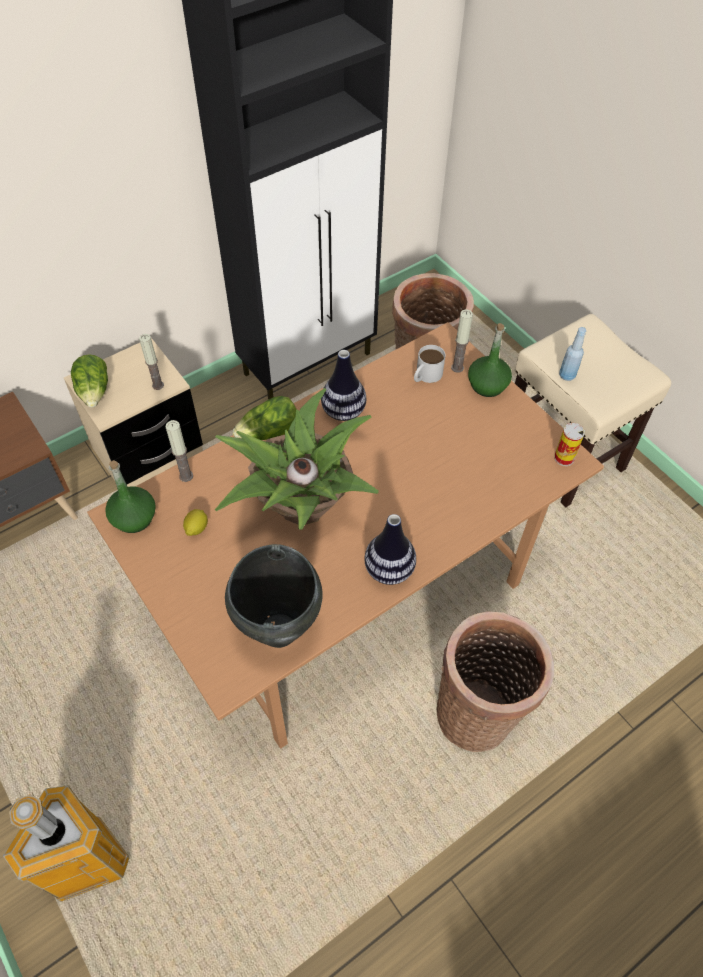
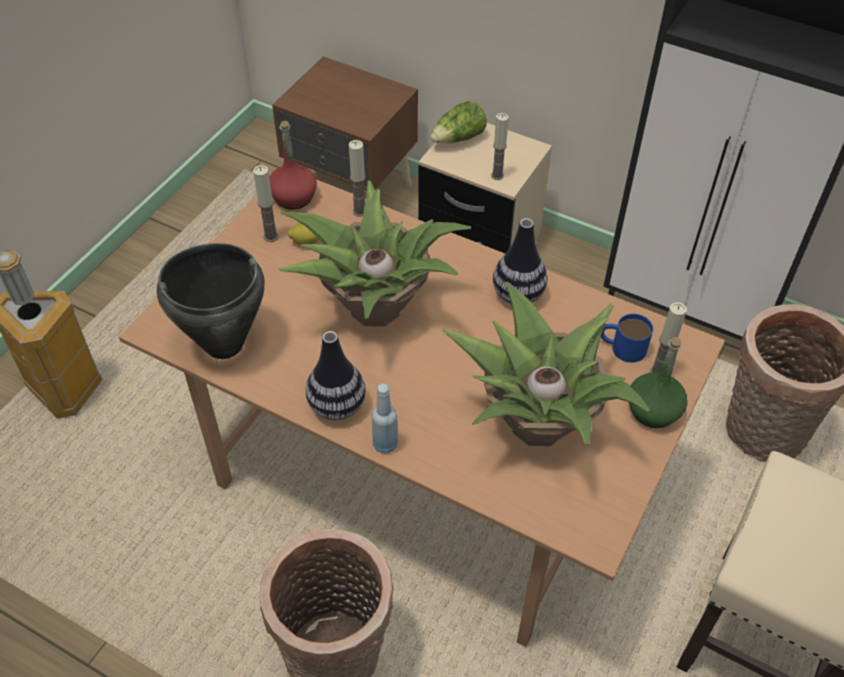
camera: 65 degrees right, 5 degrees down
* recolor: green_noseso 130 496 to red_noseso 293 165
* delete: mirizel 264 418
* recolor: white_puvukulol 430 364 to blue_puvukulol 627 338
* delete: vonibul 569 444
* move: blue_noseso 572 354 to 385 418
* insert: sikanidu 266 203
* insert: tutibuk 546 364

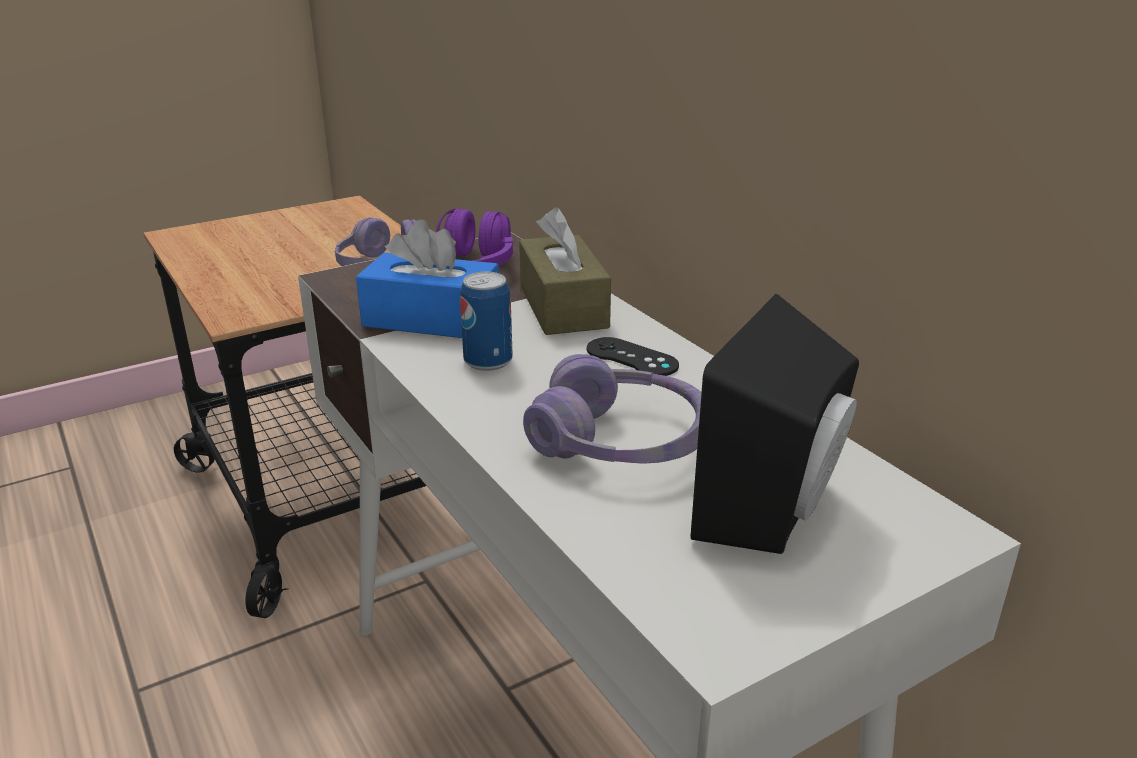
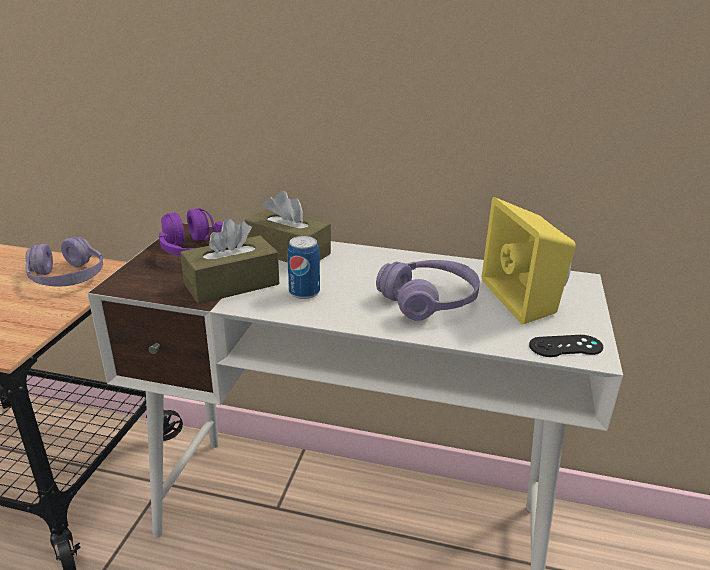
camera: 45 degrees left, 0 degrees up
* recolor: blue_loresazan 427 278 to brown_loresazan 229 261
* move: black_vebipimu 633 356 to 566 346
* recolor: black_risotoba 775 423 to yellow_risotoba 529 260

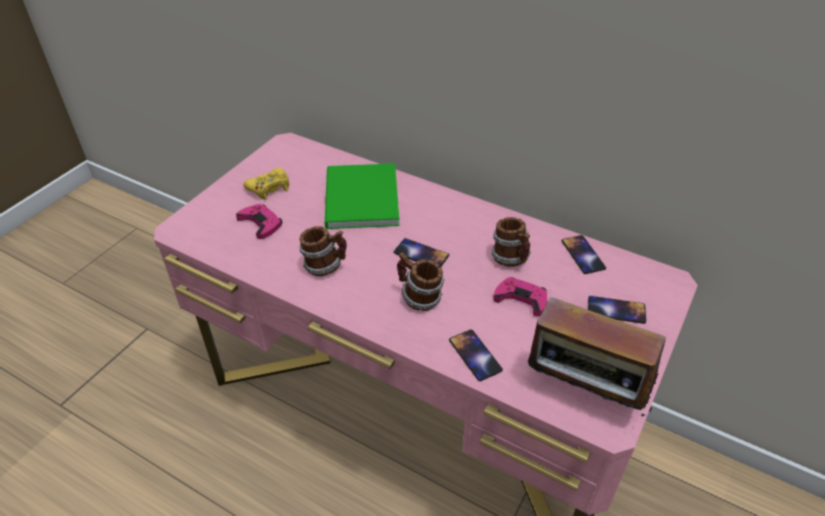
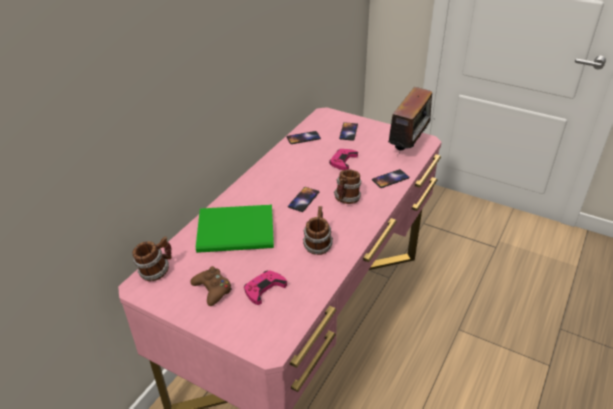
camera: 90 degrees left, 5 degrees down
* recolor: yellow_vebipimu 266 184 to brown_vebipimu 211 286
* move: puvukulol 511 242 to 152 259

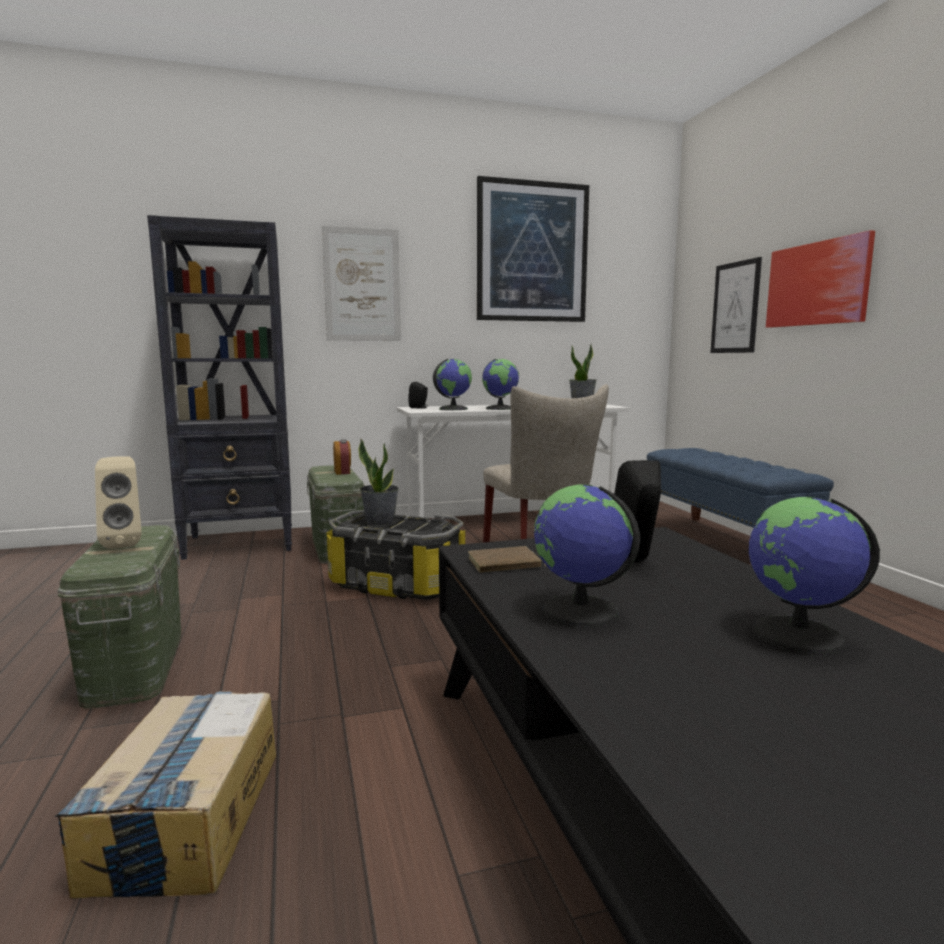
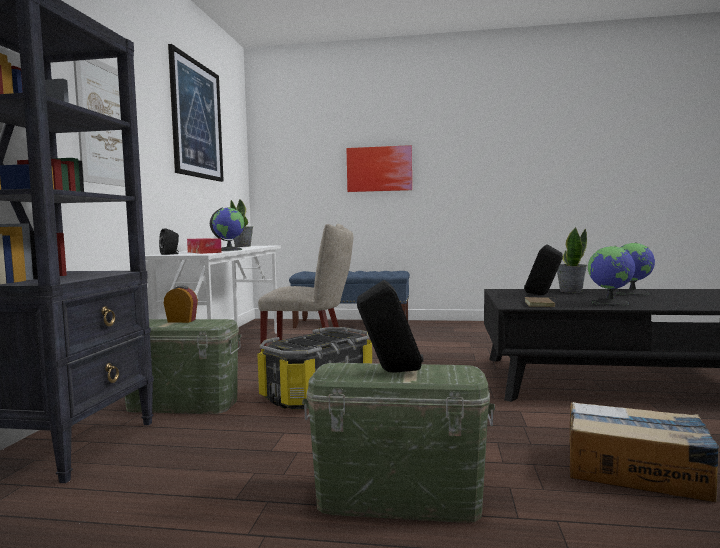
camera: 65 degrees left, 5 degrees down
* recolor: beige_risotoba 118 502 to black_risotoba 390 326
* move: tutibuk 378 482 to 572 260
* replace: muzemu 452 384 to loresazan 204 246
* delete: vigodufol 736 305

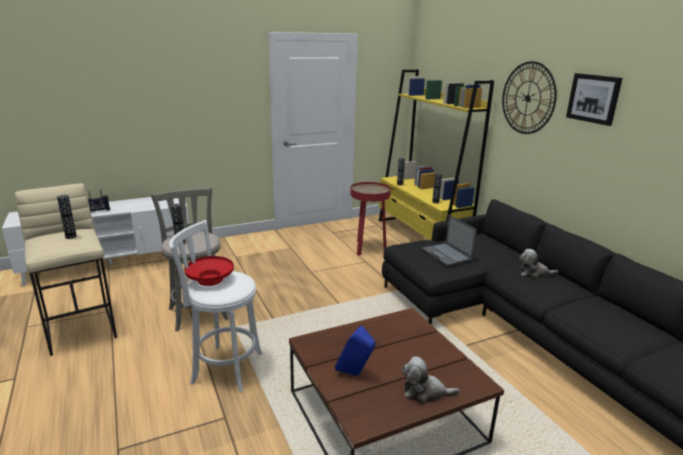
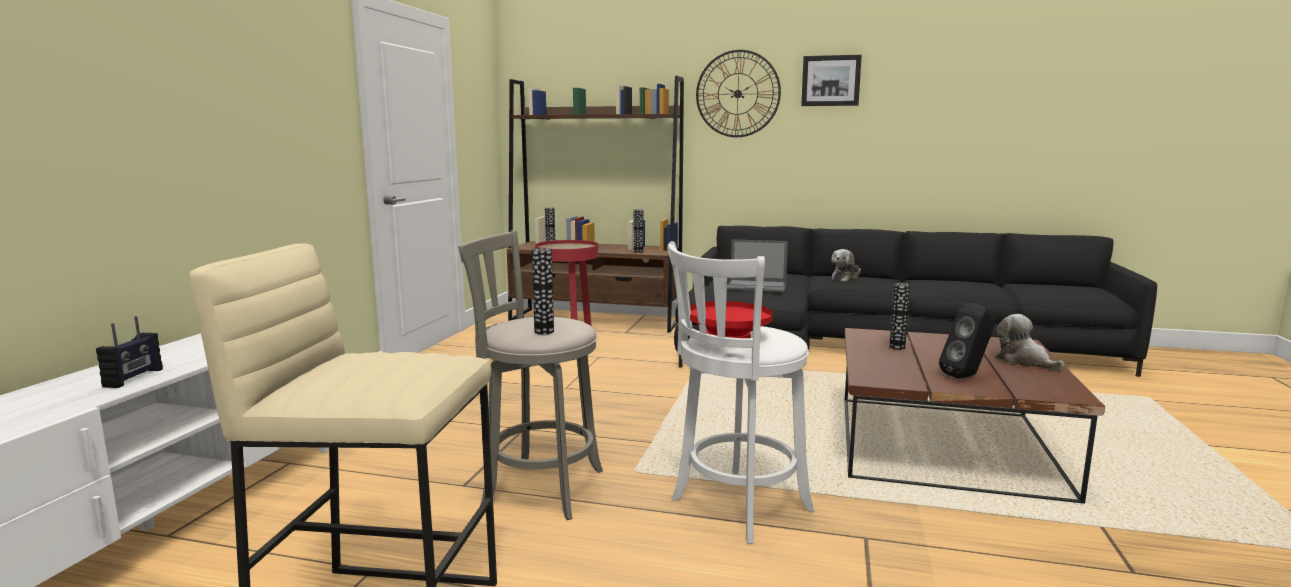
camera: 50 degrees left, 10 degrees down
* move: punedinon 67 217 to 899 316
* recolor: blue_risotoba 355 351 to black_risotoba 967 340
* recolor: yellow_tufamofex 436 155 to brown_tufamofex 595 204
* rotate: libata 431 380 = 1030 342 105 degrees clockwise

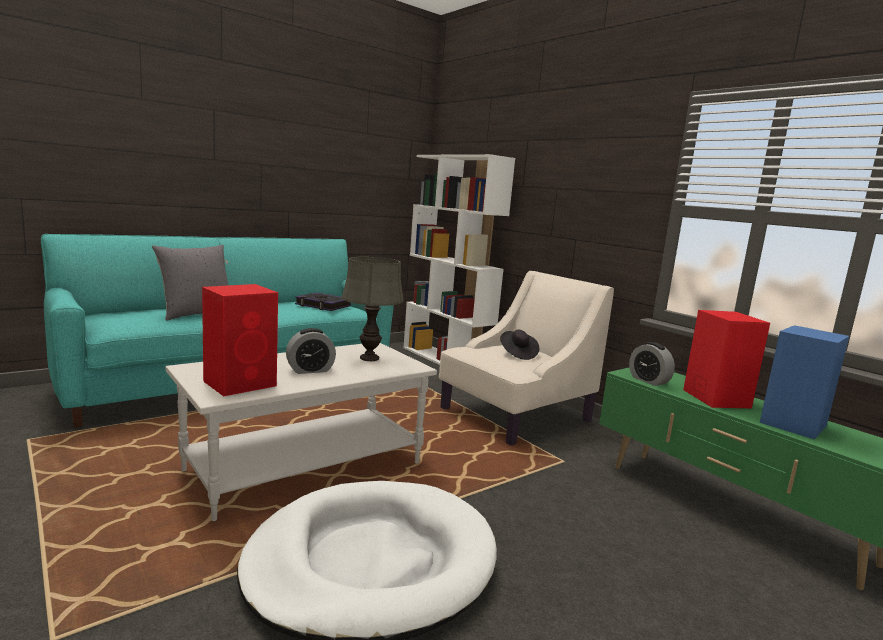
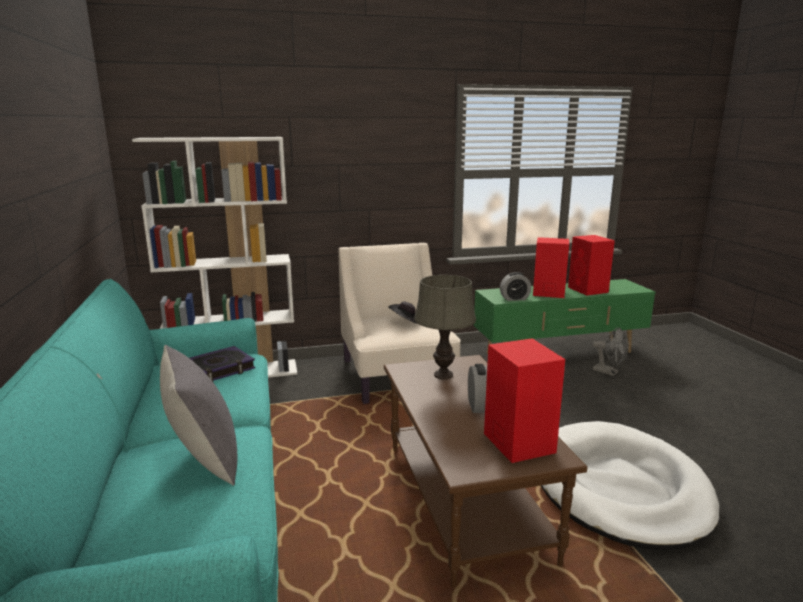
camera: 65 degrees left, 5 degrees up
* recolor: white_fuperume 301 432 to brown_fuperume 485 471
* recolor: blue_risotoba 804 382 to red_risotoba 591 265
* insert: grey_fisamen 610 352

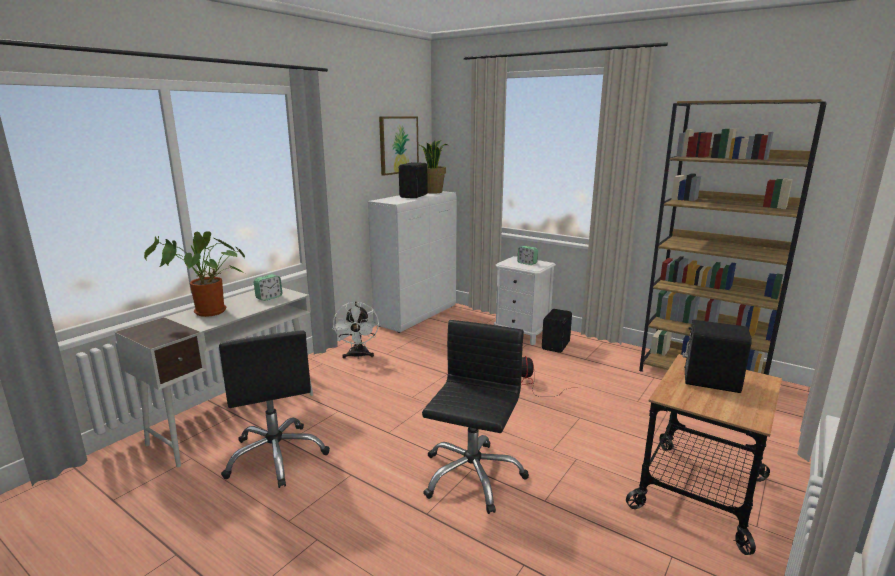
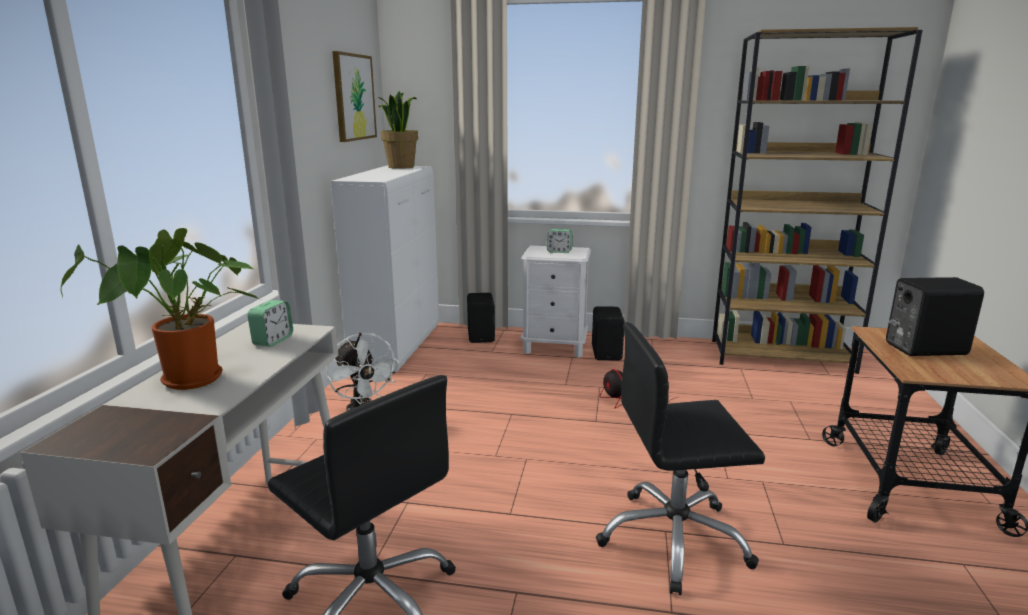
camera: 25 degrees left, 0 degrees up
* move: black_risotoba 413 180 to 481 318
* rotate: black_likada 475 417 = 680 458 90 degrees counterclockwise

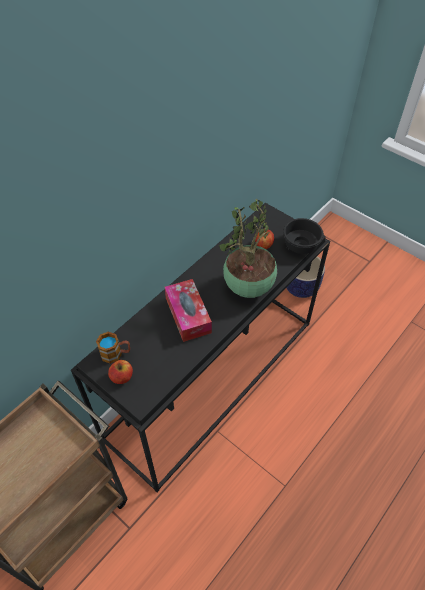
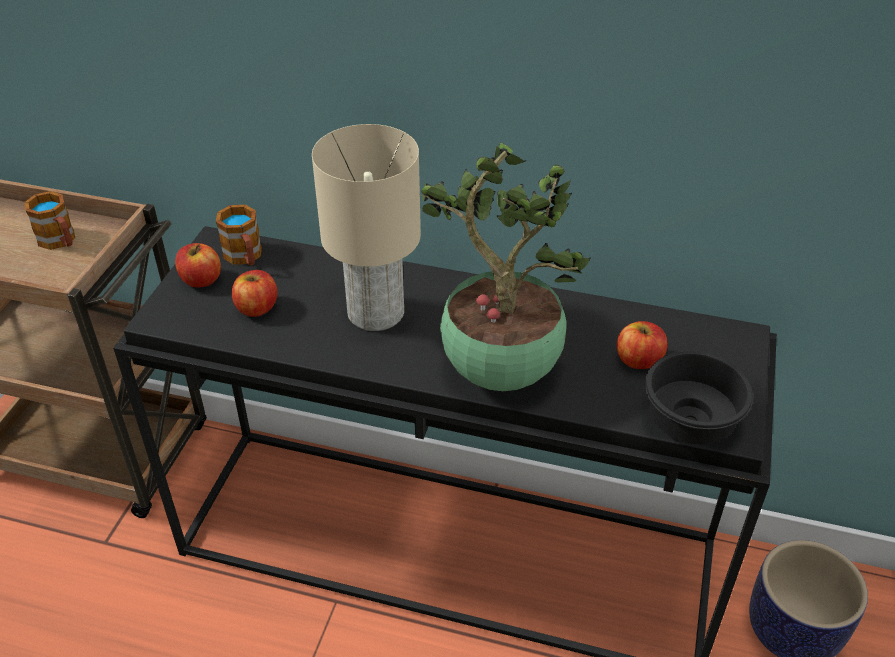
camera: 65 degrees right, 10 degrees down
* replace: loresazan 188 310 to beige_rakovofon 366 227
* insert: puvukulol 49 220
* insert: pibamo 254 293

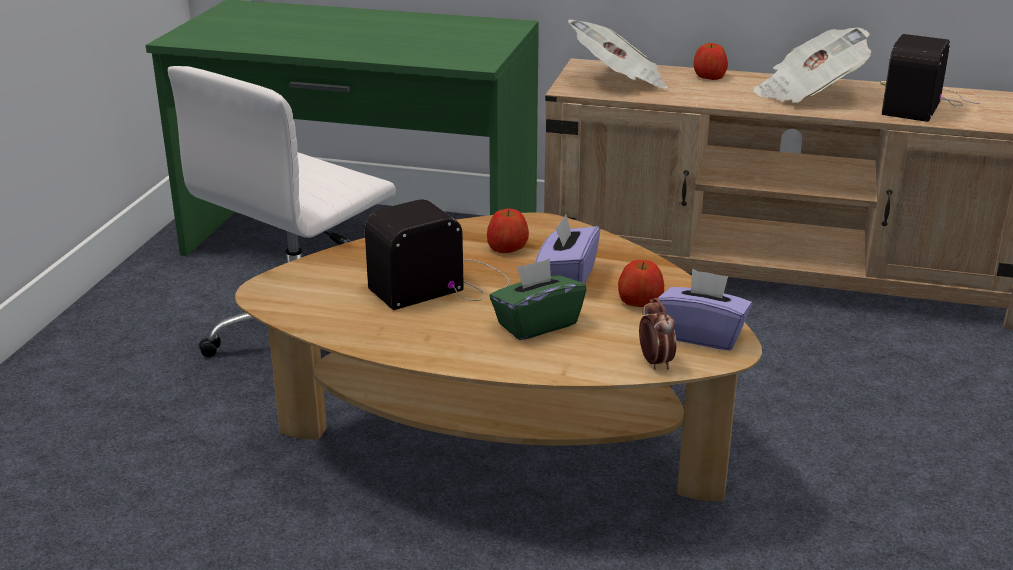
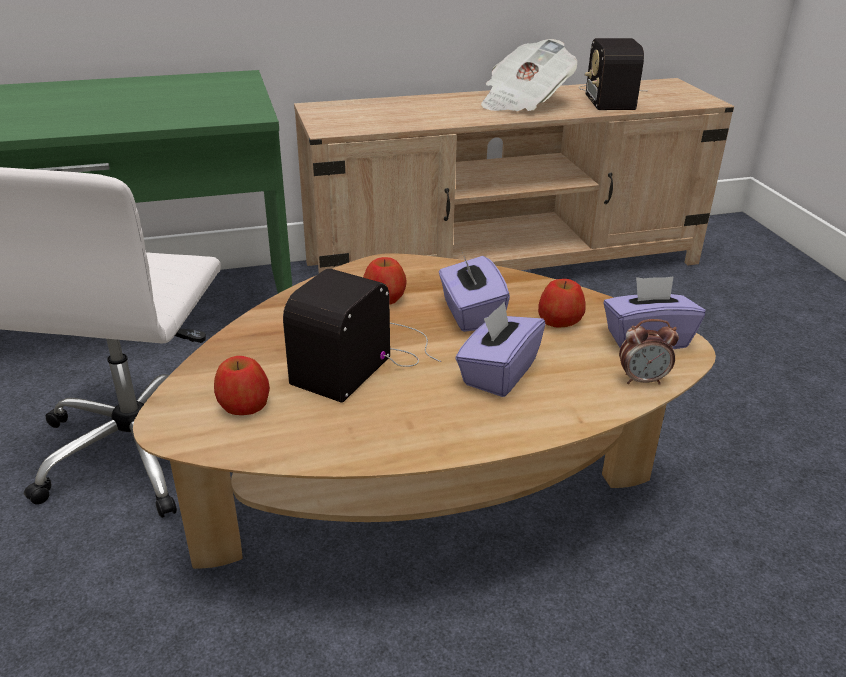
camera: 30 degrees left, 5 degrees up
* recolor: green_loresazan 538 299 to purple_loresazan 500 349
* delete: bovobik 618 54
* rotate: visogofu 658 334 = 649 351 135 degrees clockwise
* move: pibamo 710 61 to 242 385

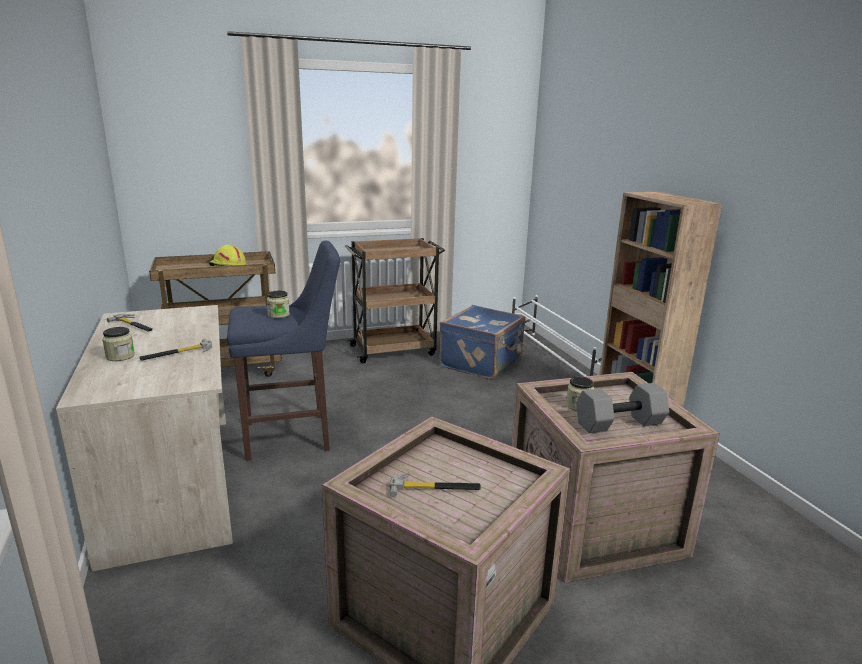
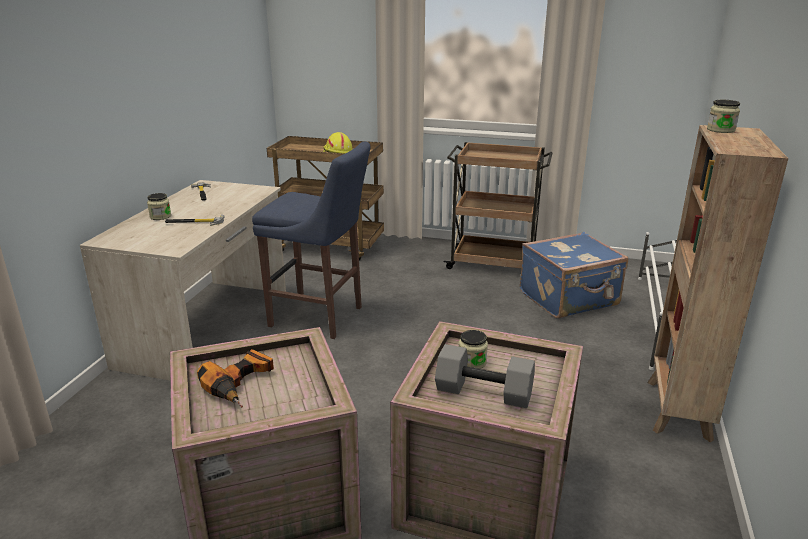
camera: 35 degrees right, 5 degrees up
* move: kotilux 278 304 to 723 116
* replace: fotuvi 435 484 to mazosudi 235 378

